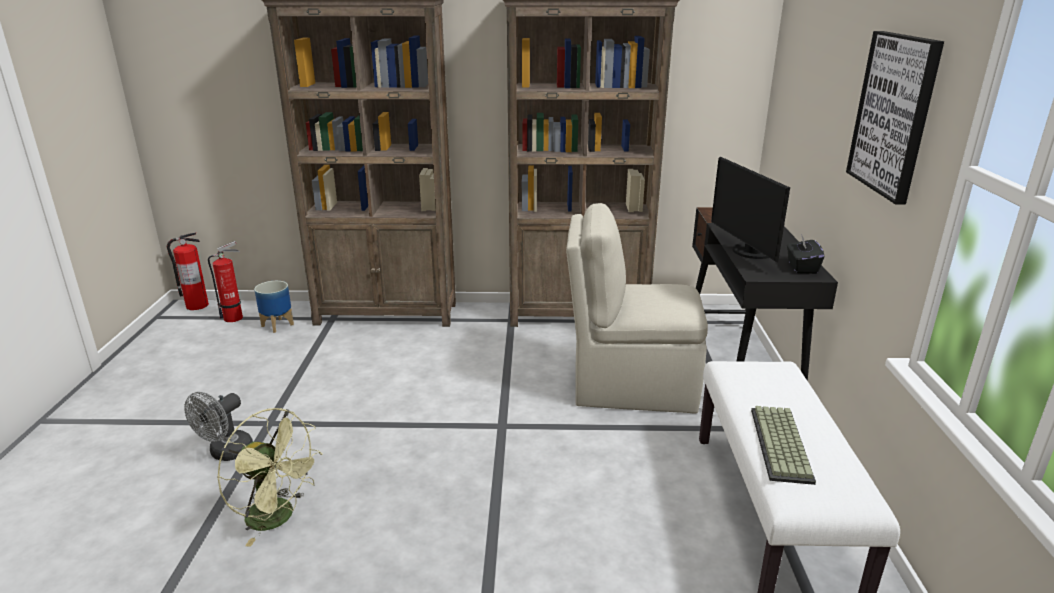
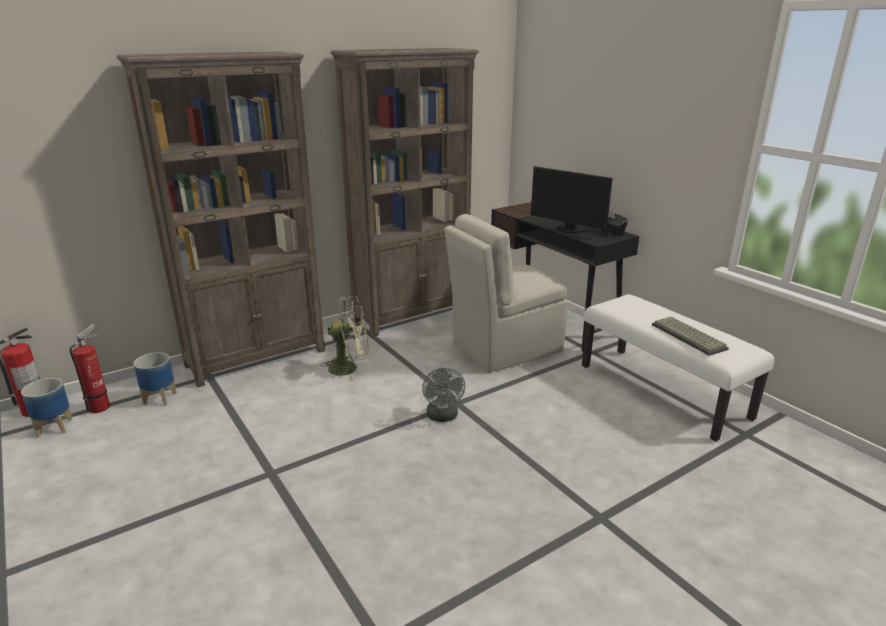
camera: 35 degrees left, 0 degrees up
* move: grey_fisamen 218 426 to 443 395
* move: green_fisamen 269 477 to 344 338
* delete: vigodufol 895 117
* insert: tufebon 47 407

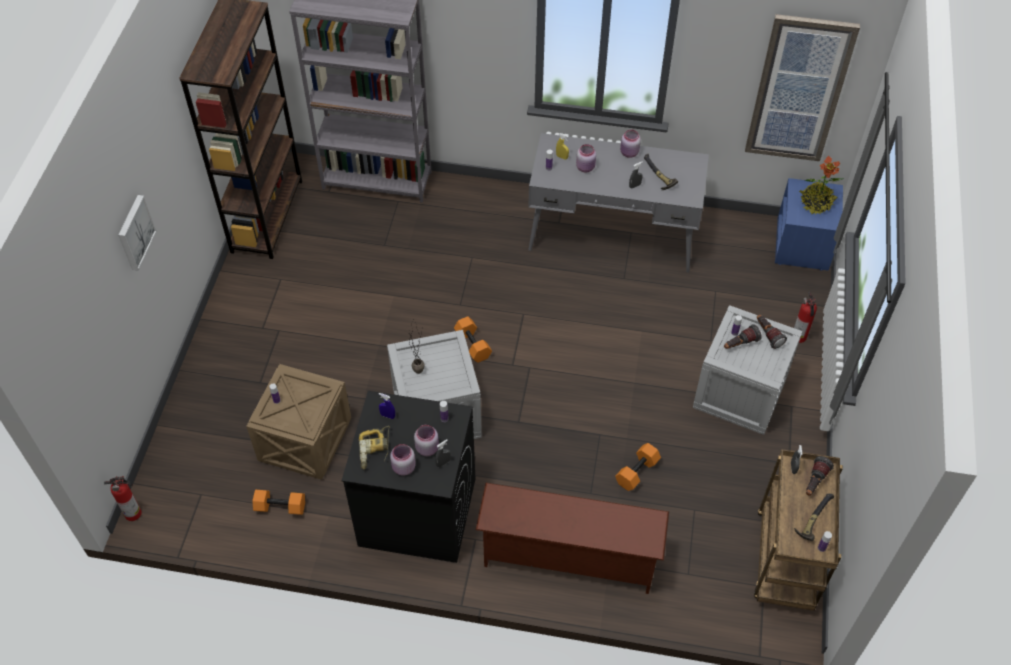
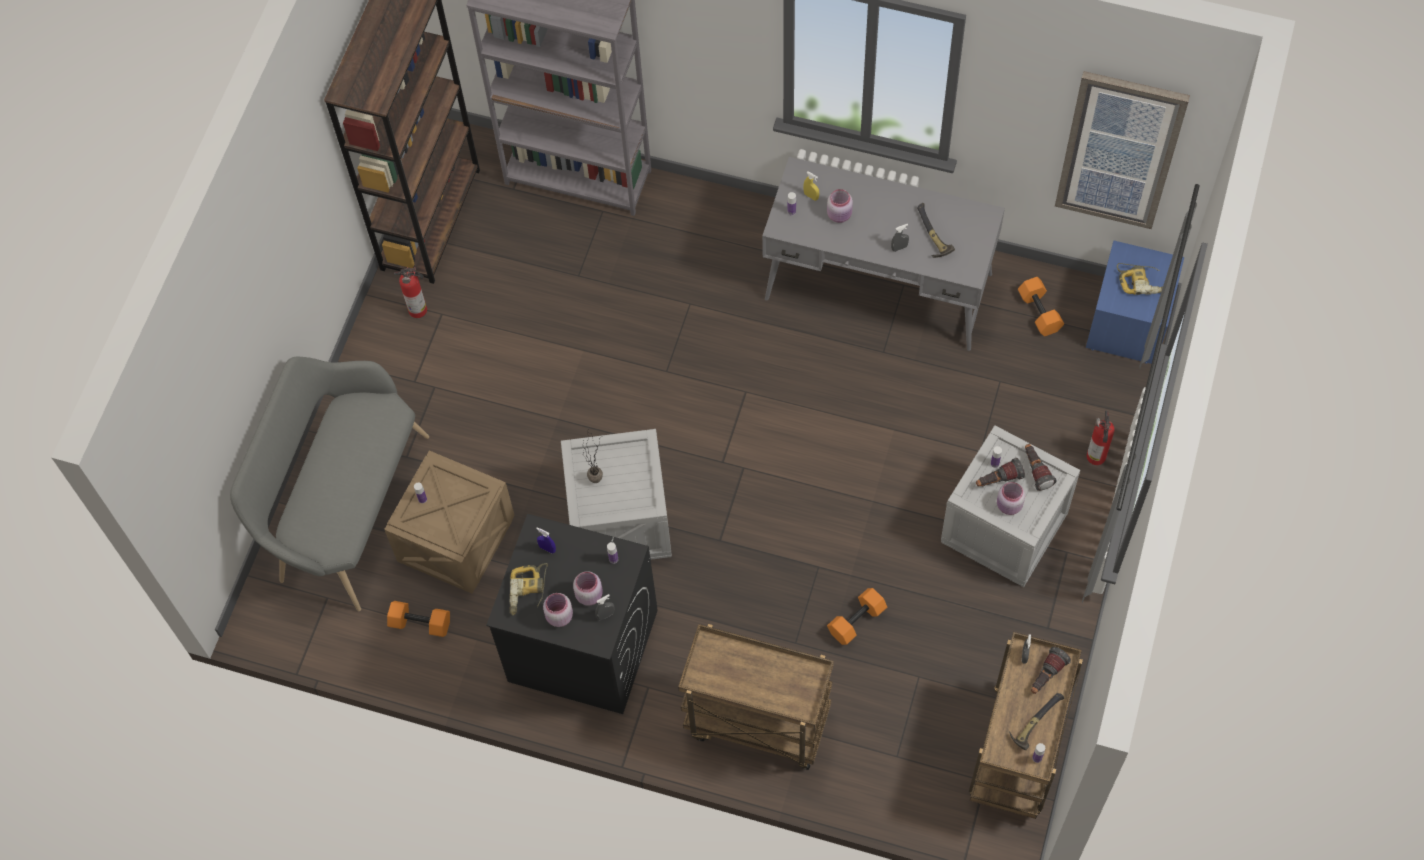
camera: 10 degrees right, 10 degrees up
* move: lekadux 123 498 to 410 292
* delete: vigodufol 137 233
* move: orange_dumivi 473 339 to 1041 306
* replace: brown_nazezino 572 538 to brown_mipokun 756 697
* move: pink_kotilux 630 144 to 1011 498
* replace: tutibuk 821 185 to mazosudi 1140 279
* insert: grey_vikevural 329 484

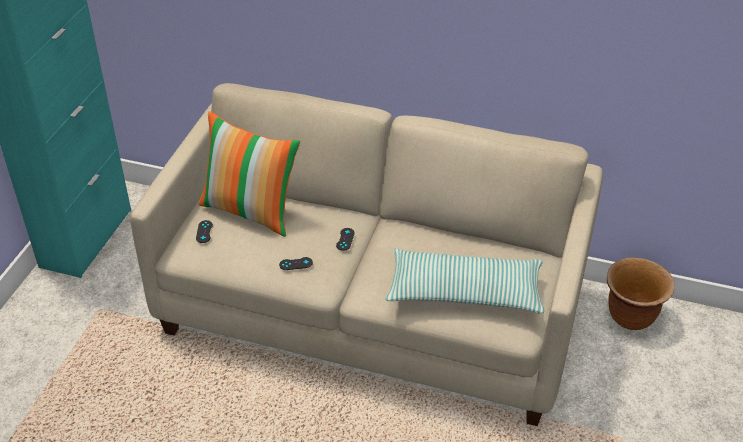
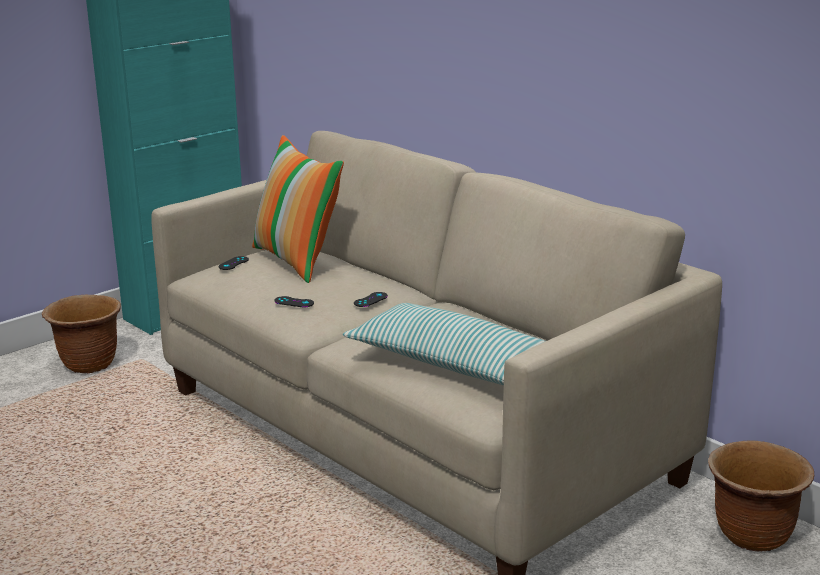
camera: 30 degrees right, 20 degrees down
* insert: brown_tufebon 81 334

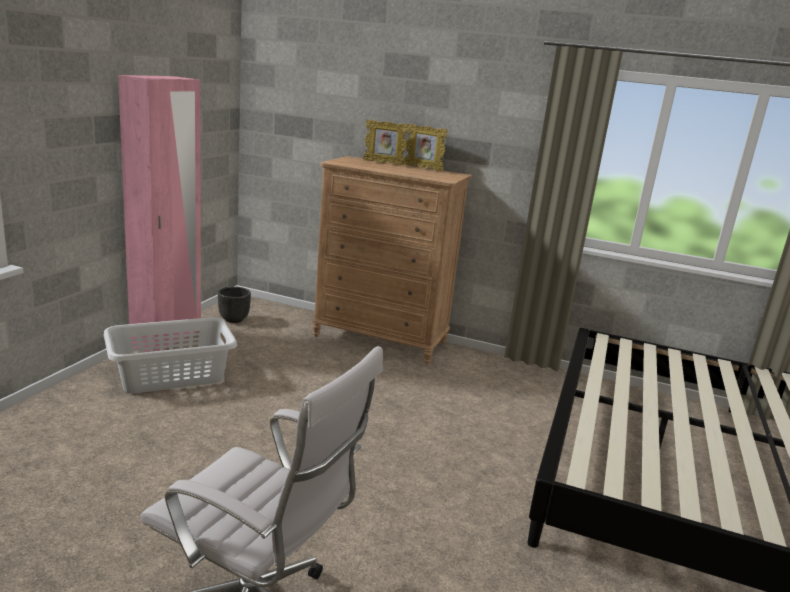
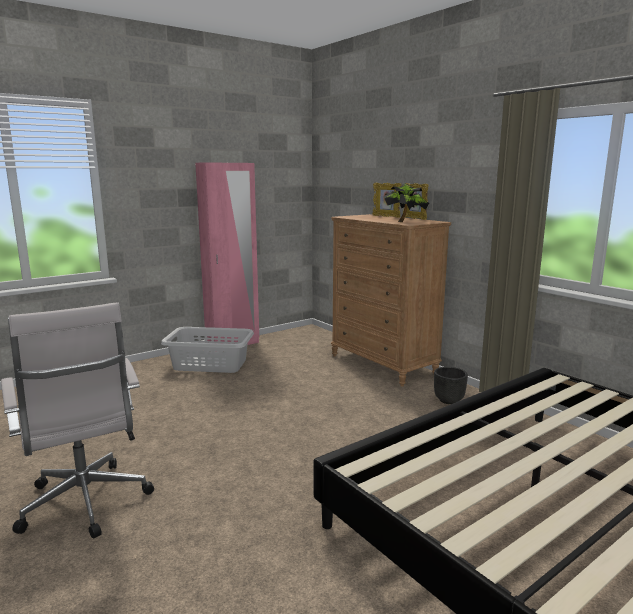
camera: 35 degrees right, 5 degrees down
* move: black_tufebon 234 305 to 451 385
* insert: tutibuk 406 202

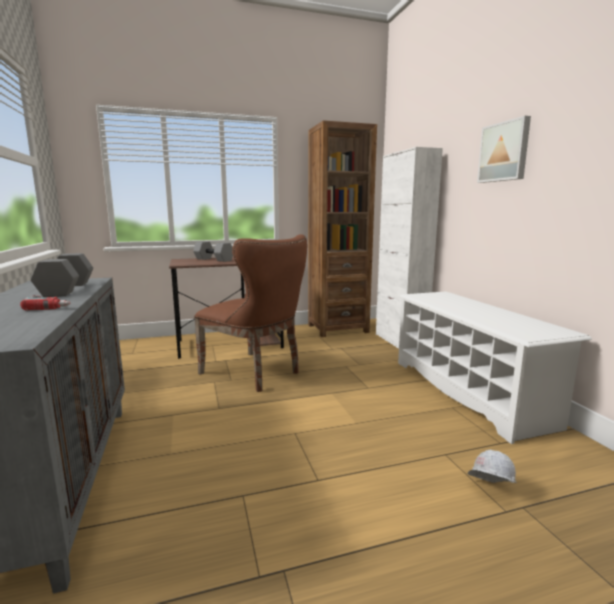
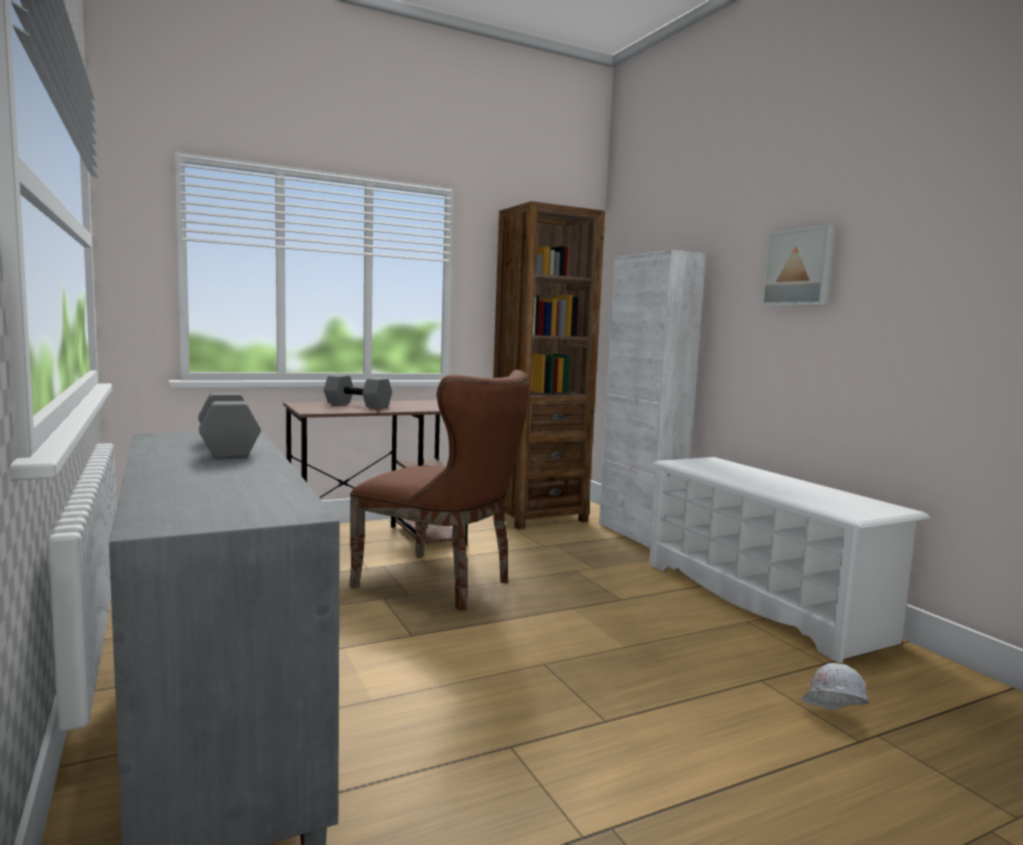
camera: 10 degrees left, 5 degrees down
* delete: mazosudi 45 302

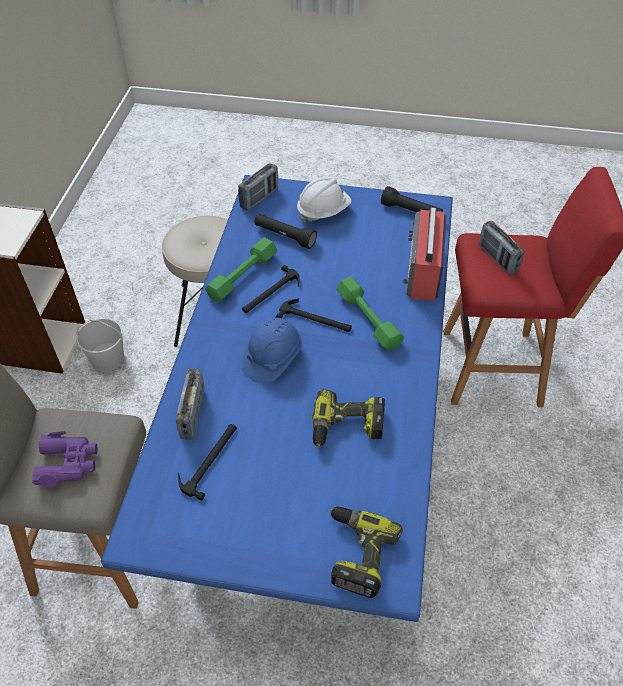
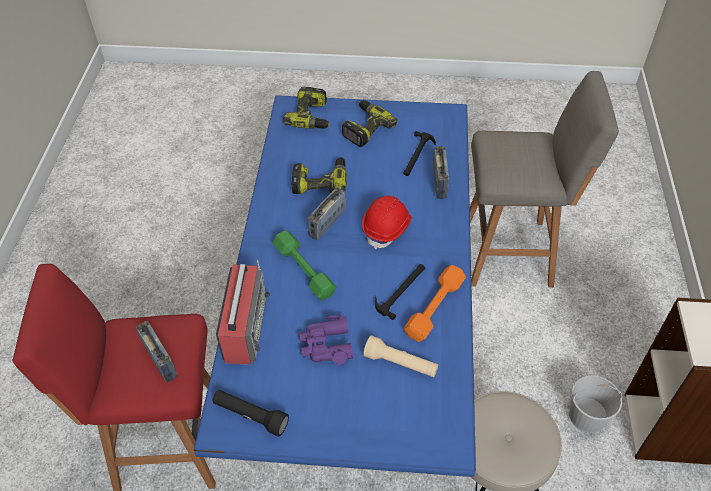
camera: 175 degrees right, 0 degrees up
* move: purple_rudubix 65 460 to 326 340
* recolor: green_dumivi 241 269 to orange_dumivi 435 303
* move: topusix 258 187 to 327 213
* recolor: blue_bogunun 272 350 to red_bogunun 387 223
* recolor: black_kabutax 285 231 to beige_kabutax 400 356
* delete: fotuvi 314 315
* delete: white_bogunun 324 199
* insert: mazosudi 369 123

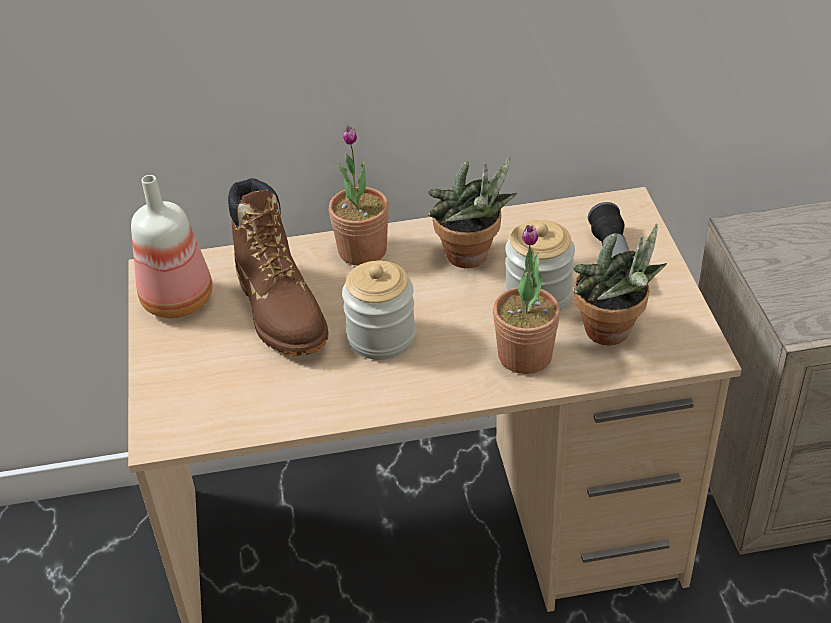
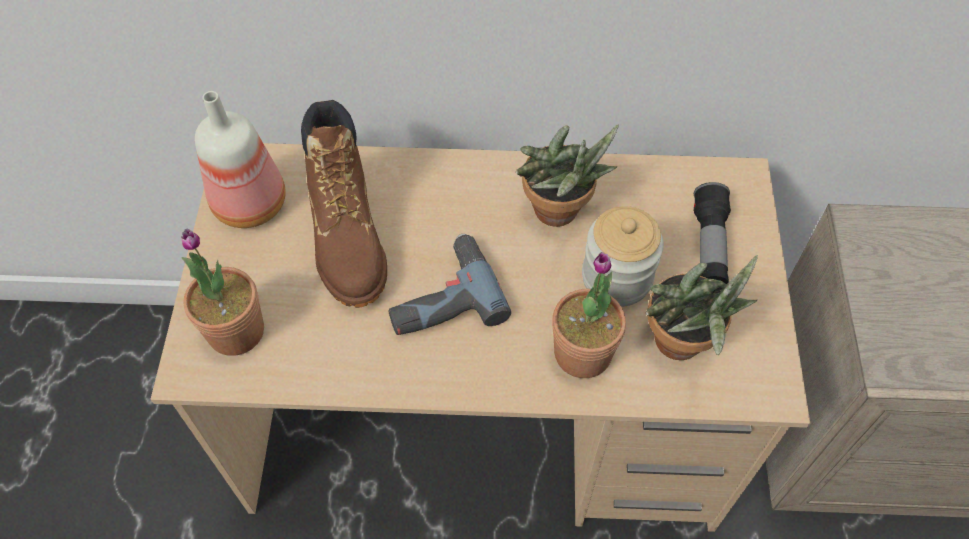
camera: 10 degrees right, 15 degrees up
* move: tutibuk 359 196 to 222 292
* replace: kotilux 379 310 to mazosudi 449 284

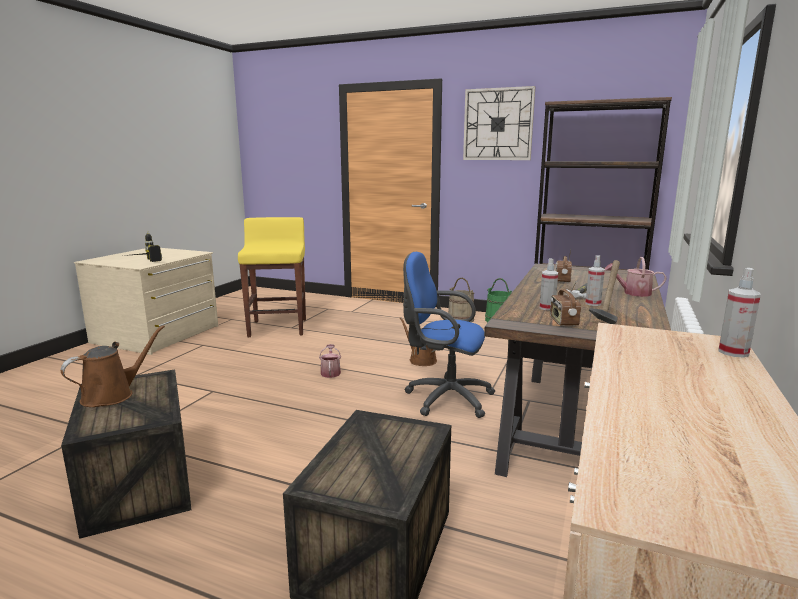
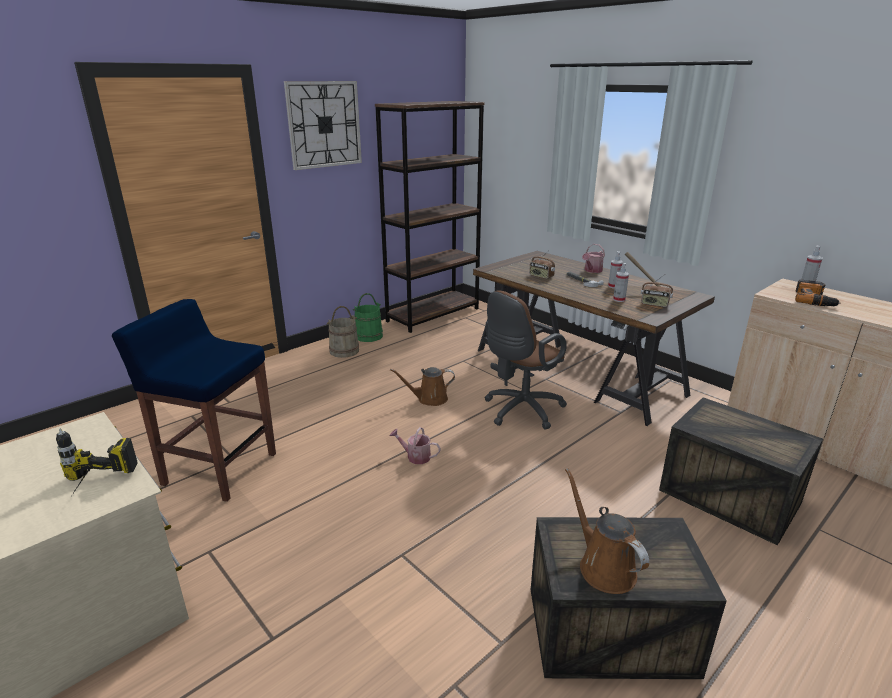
camera: 65 degrees left, 10 degrees up
* recolor: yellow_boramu 272 277 to blue_boramu 194 400
* recolor: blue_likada 449 335 to brown_likada 526 360
* insert: mazosudi 818 293

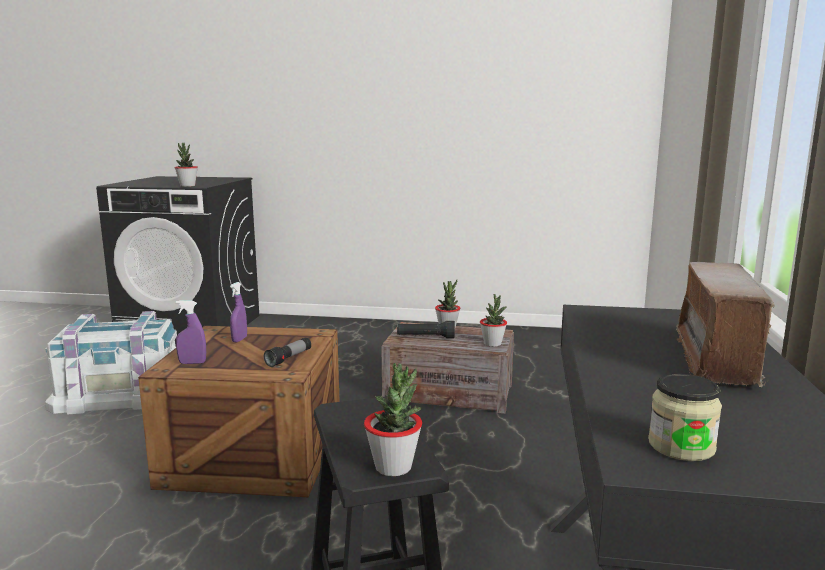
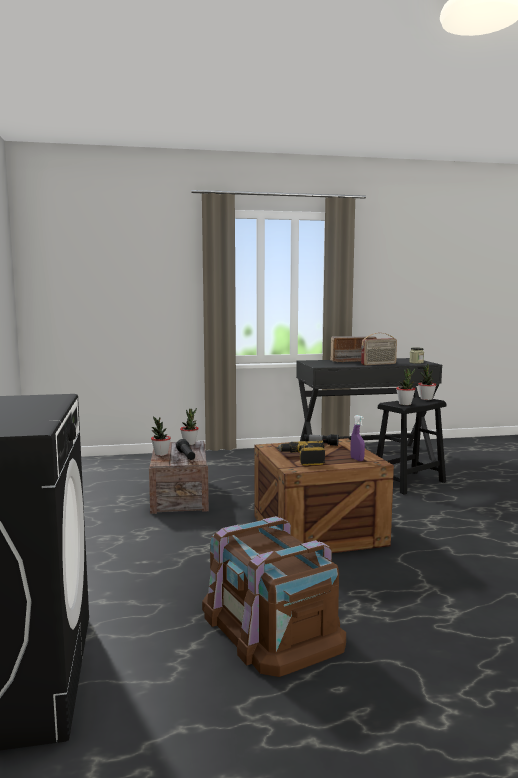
camera: 110 degrees left, 5 degrees down
* recolor: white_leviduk 111 362 to brown_leviduk 274 596
* move: tutibuk 186 165 to 405 386
* replace: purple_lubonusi 238 312 to mazosudi 301 453
* insert: topusix 379 349

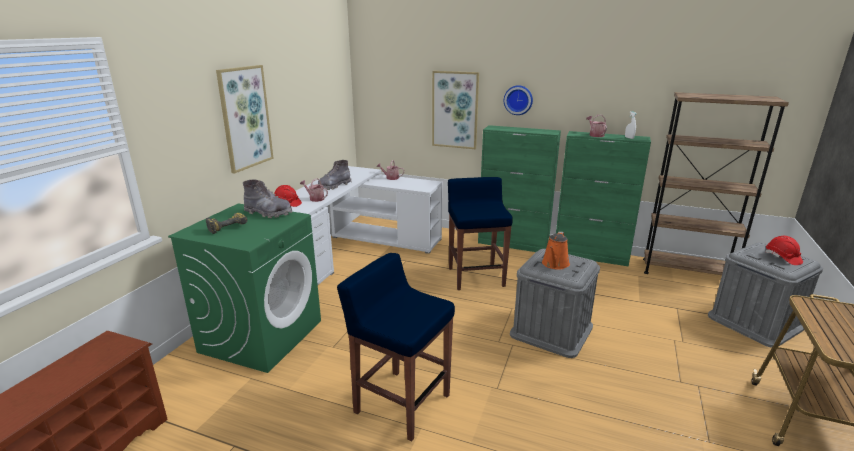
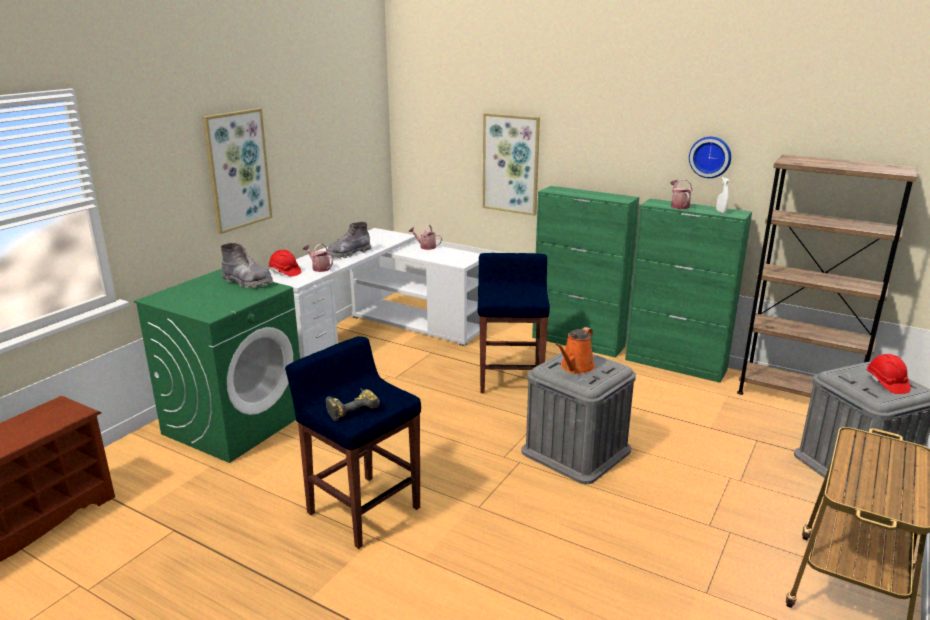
camera: 10 degrees right, 0 degrees up
* move: mazosudi 226 223 to 353 405
* move: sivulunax 518 100 to 710 157

